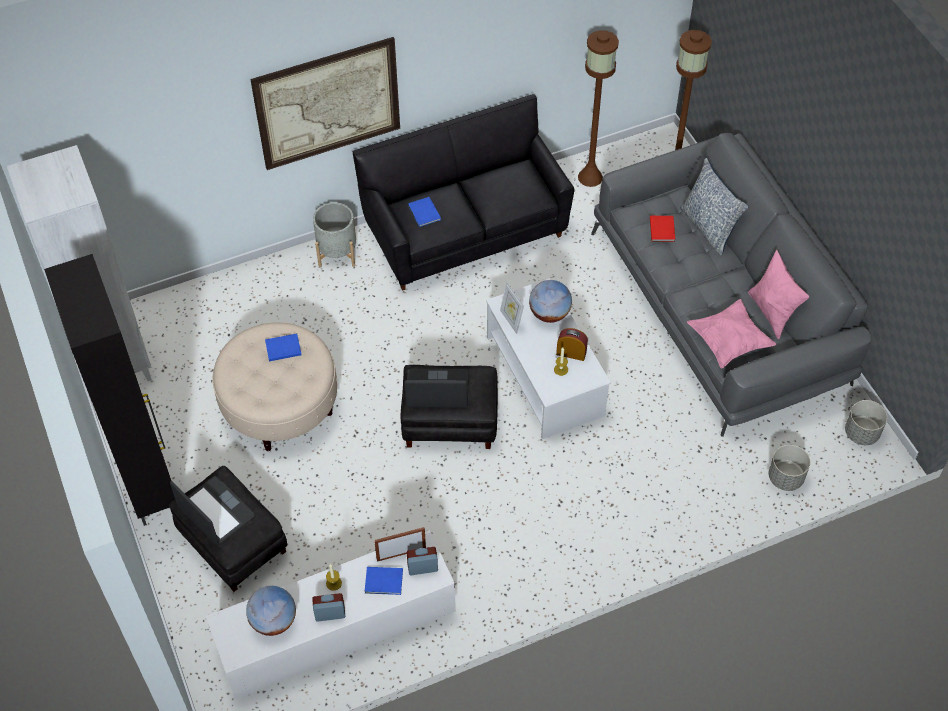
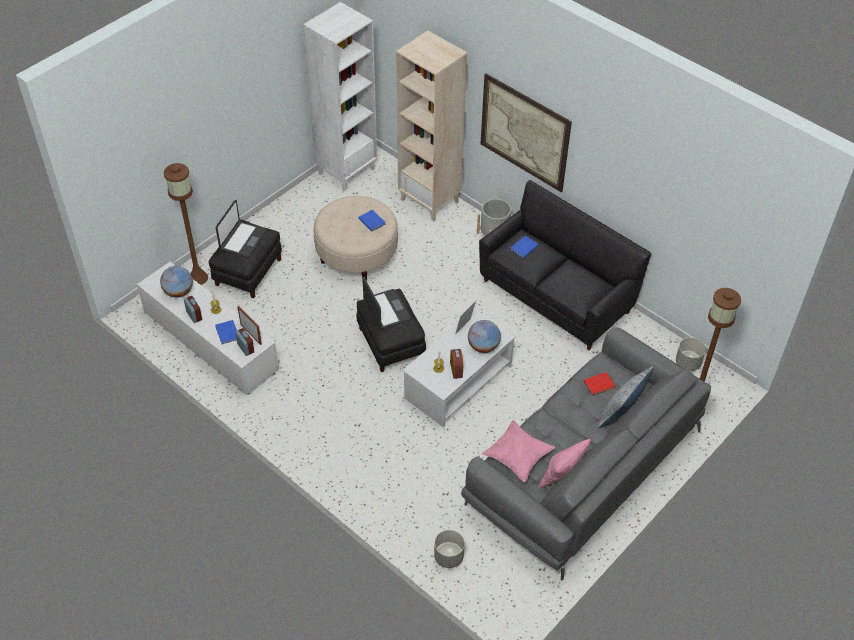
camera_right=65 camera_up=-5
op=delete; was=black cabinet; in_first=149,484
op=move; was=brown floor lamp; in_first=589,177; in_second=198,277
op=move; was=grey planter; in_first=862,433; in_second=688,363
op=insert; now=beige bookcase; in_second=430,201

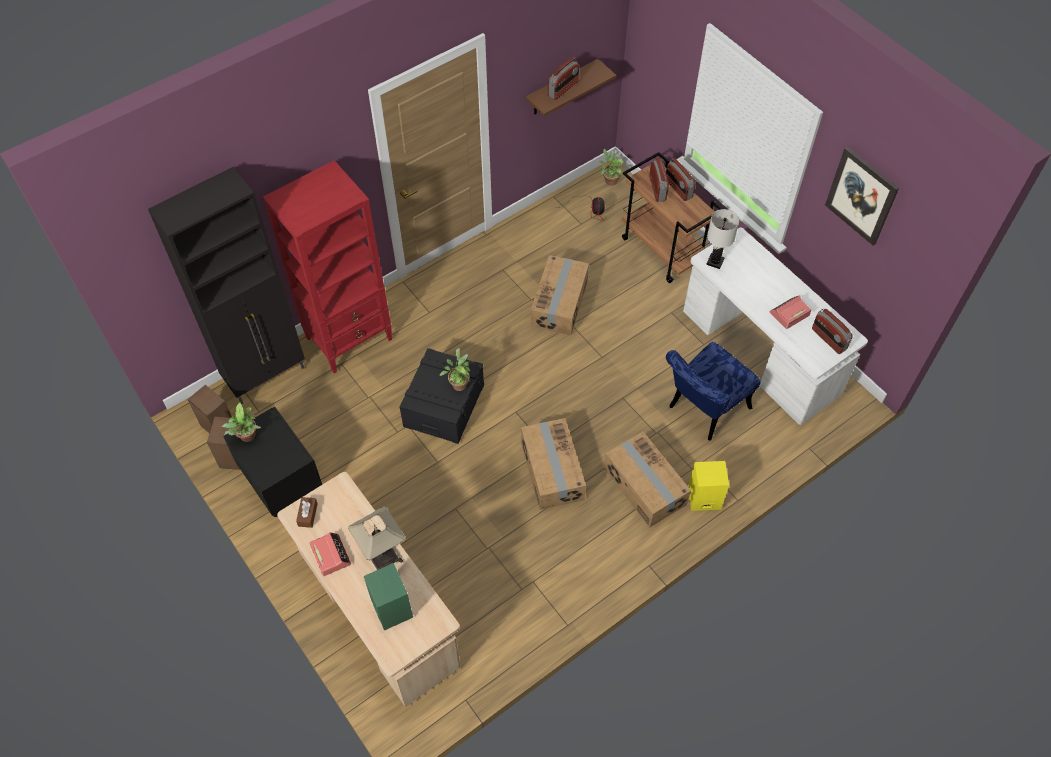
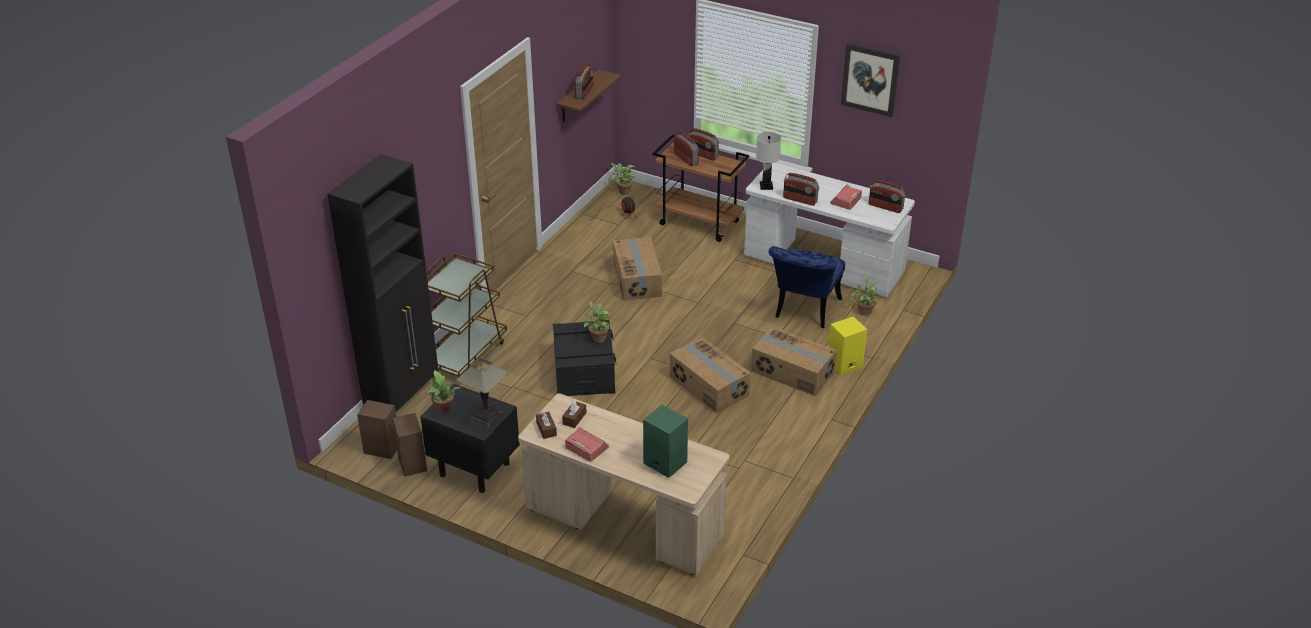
camera_right=-25 camera_up=-20
op=replace; was=red bookcase; now=brown cart; in_first=350,338; in_second=465,353
op=move; was=table lamp; in_first=383,557; in_second=486,416
op=insert; now=brown tissue box; in_second=574,418
op=insert; now=radio; in_second=800,200
op=insert; now=potted plant; in_second=864,311

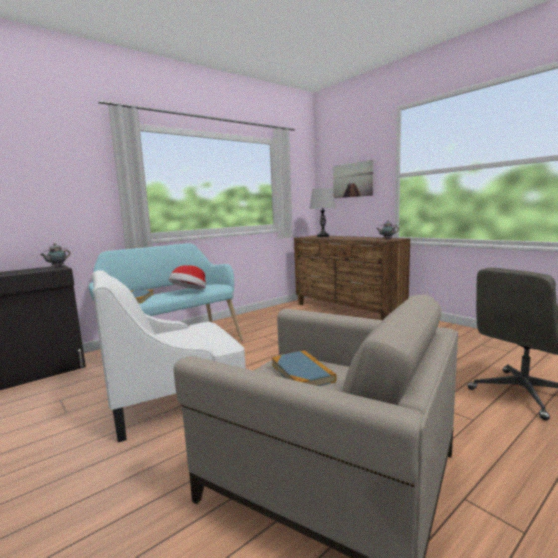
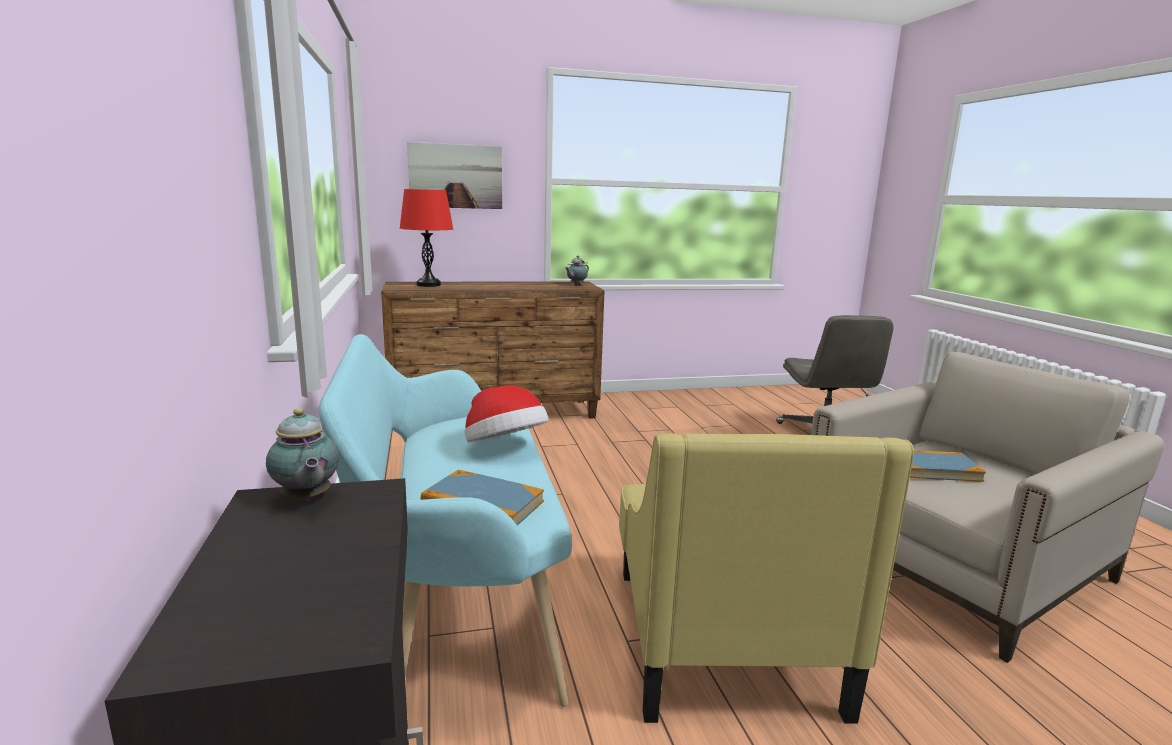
camera_right=-65 camera_up=5
op=recolor; was=white armchair; now=yellow armchair; in_first=175,399; in_second=721,636
op=recolor; was=grey table lamp; now=red table lamp; in_first=323,236; in_second=428,285

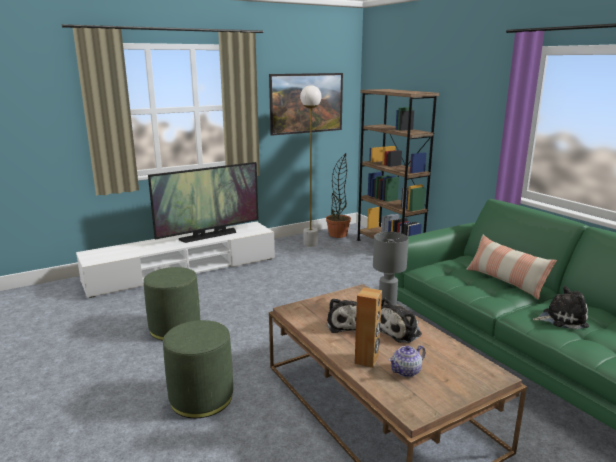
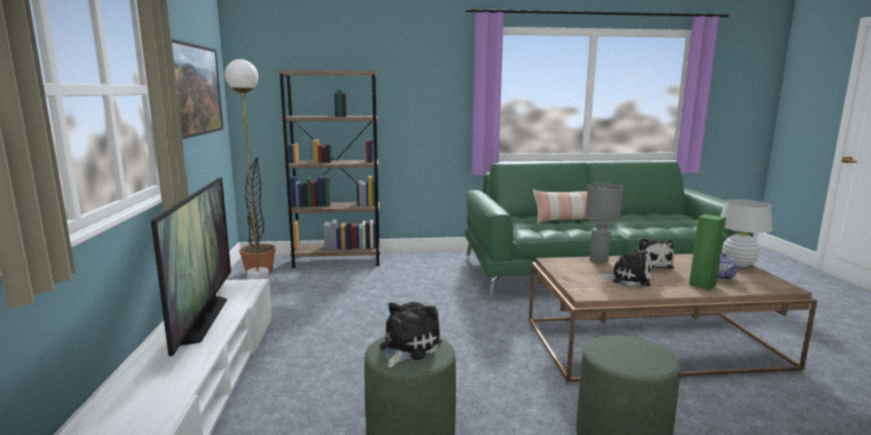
camera_right=-65 camera_up=-5
op=recolor; was=brown speaker; now=green speaker; in_first=367,360; in_second=702,285
op=move; was=plush toy; in_first=561,319; in_second=407,347
op=insert; now=white table lamp; in_second=738,264

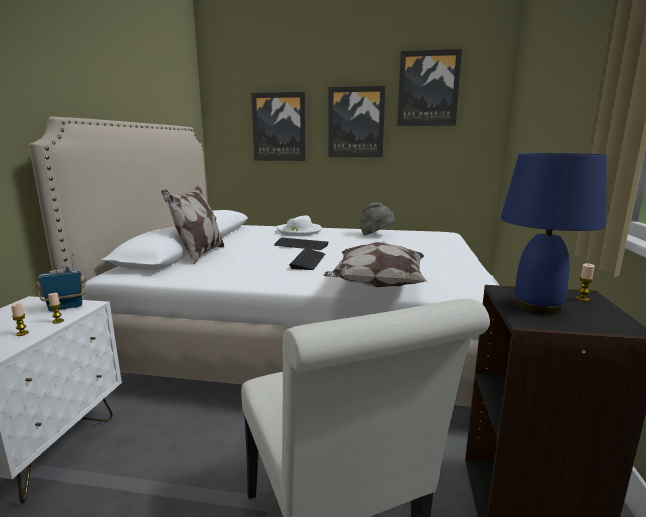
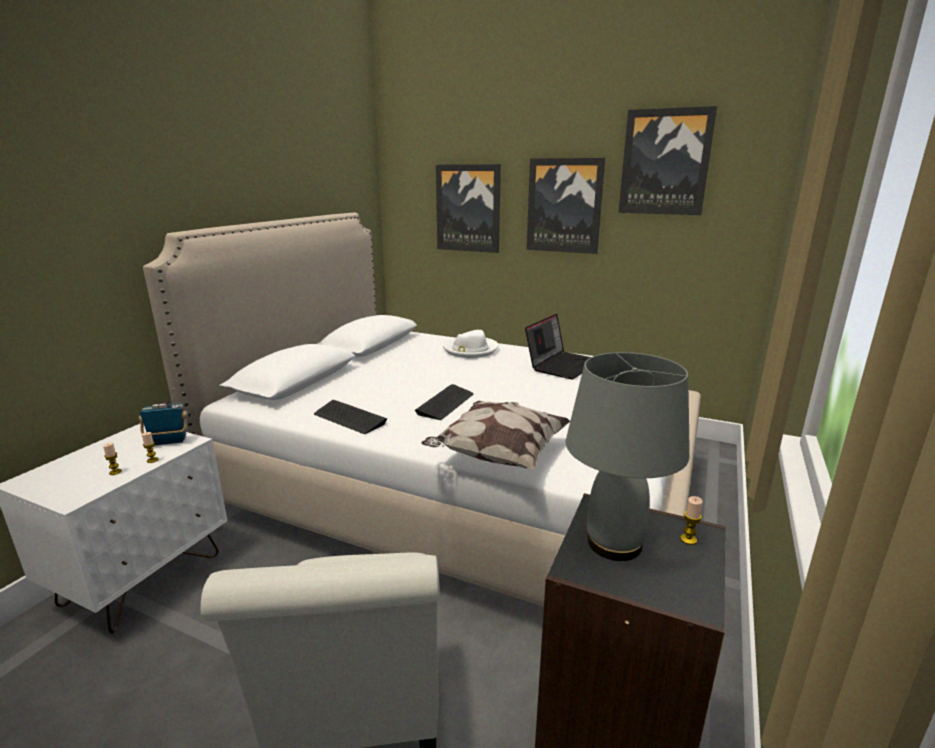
camera_right=15 camera_up=5
op=delete; was=pillow; in_first=199,254
op=move; was=keyboard; in_first=301,245; in_second=349,418
op=replace; was=grey hat; now=laptop; in_first=376,235; in_second=562,365
op=recolor; was=blue table lamp; now=grey table lamp; in_first=538,306; in_second=615,543

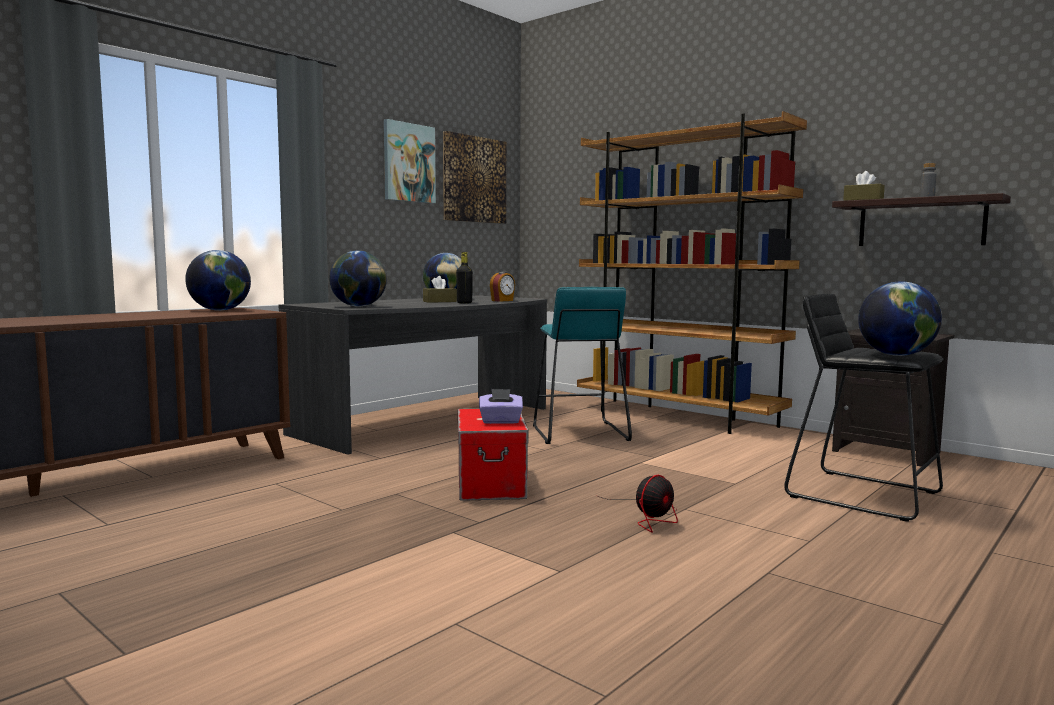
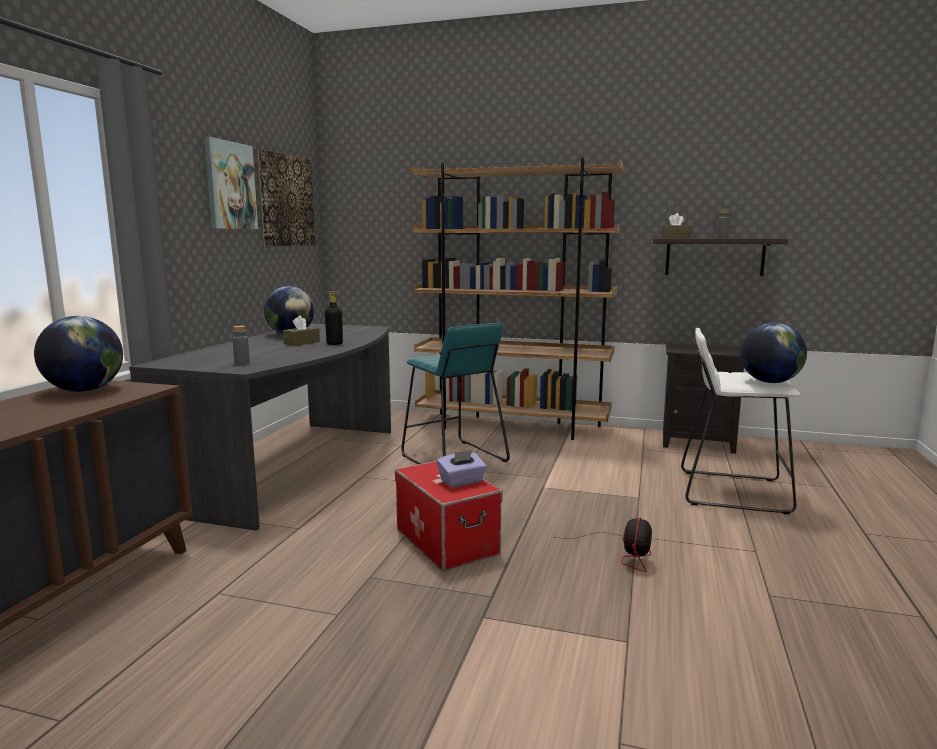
camera_right=-25 camera_up=5
op=replace; was=globe; now=grey bottle; in_first=359,306; in_second=242,363
op=delete; was=alarm clock; in_first=502,301
op=recolor; was=black stool; now=white stool; in_first=863,494; in_second=732,491

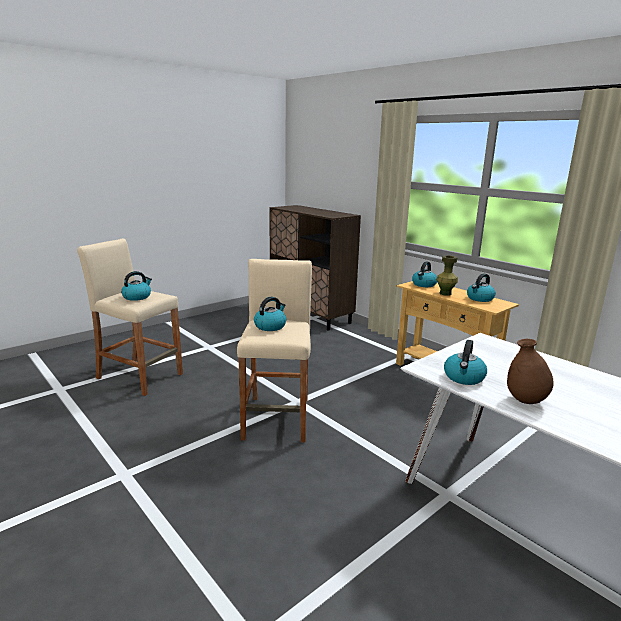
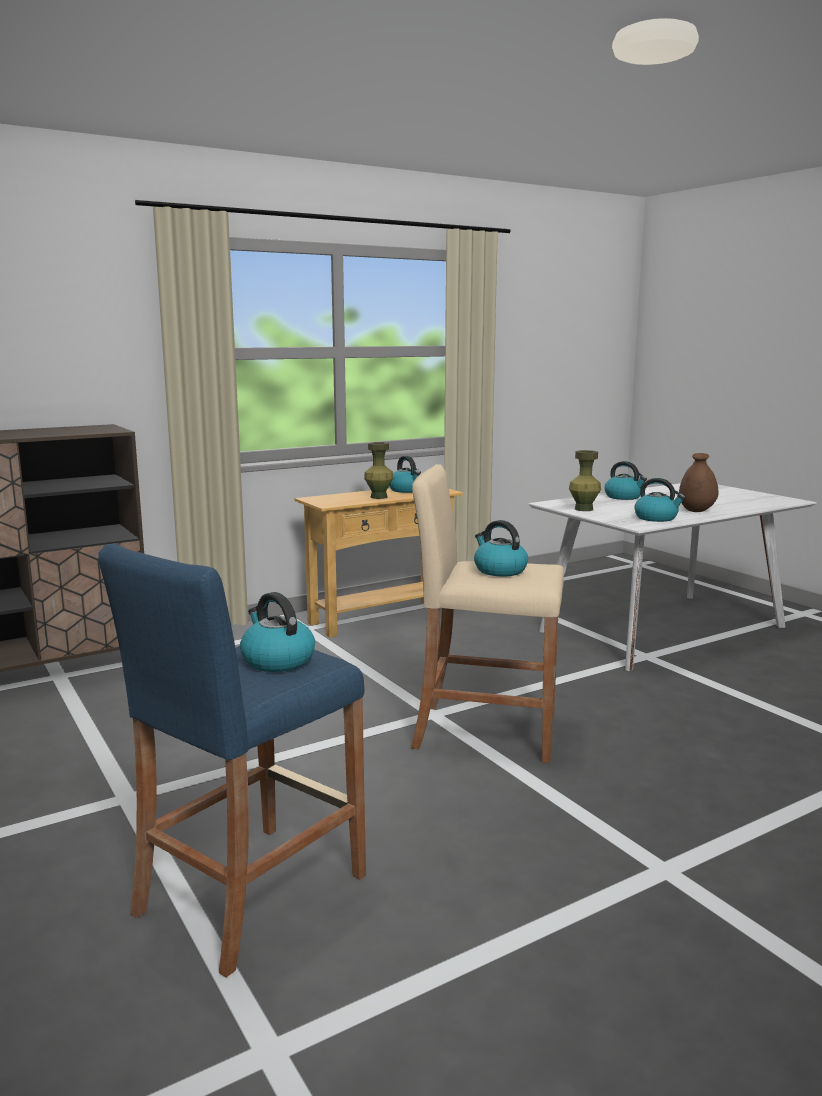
camera_right=-80 camera_up=-5
op=recolor; was=beige stool; now=blue stool; in_first=140,376; in_second=251,893
op=move; was=kettle; in_first=424,284; in_second=624,497
op=insert; now=green vase; in_second=583,509

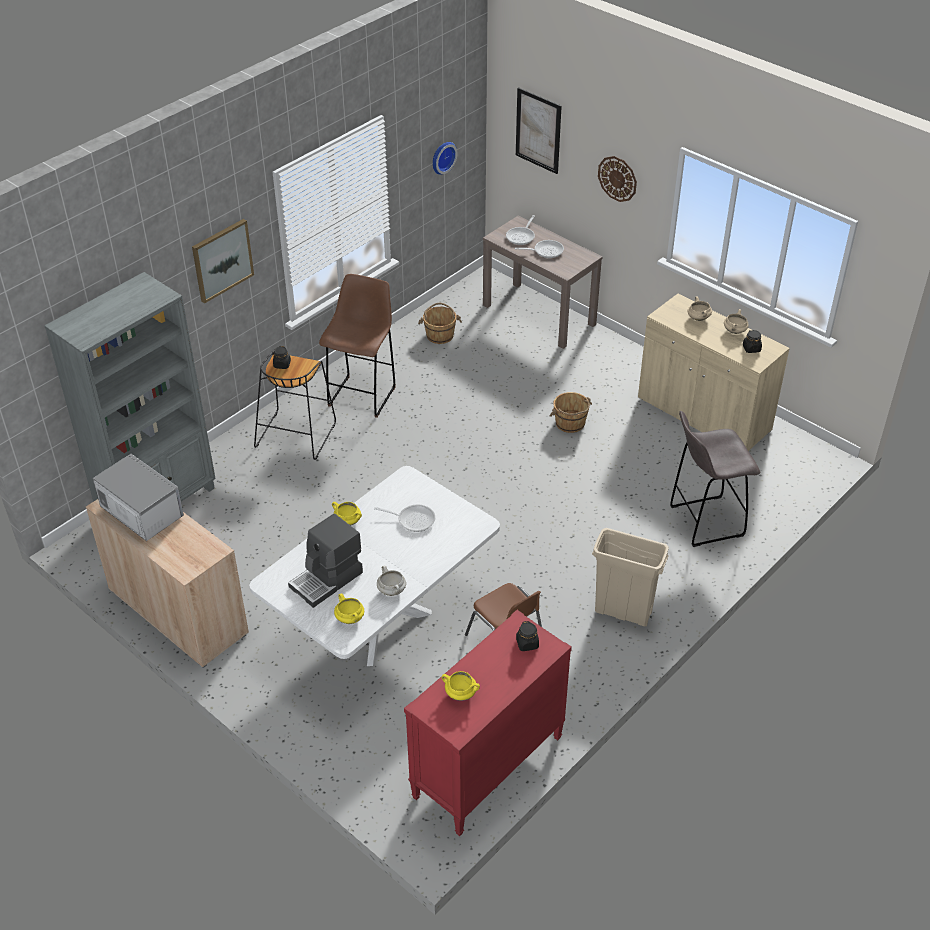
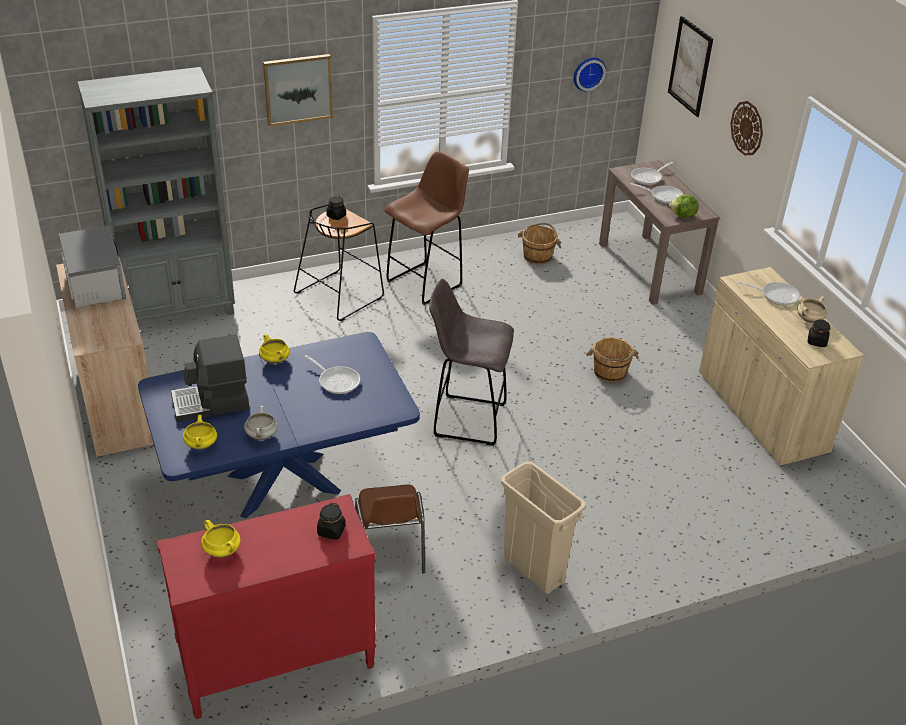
camera_right=25 camera_up=-5
op=recolor; was=white dining table; now=blue dining table; in_first=381,624; in_second=284,484
op=move; was=grey stool; in_first=704,521; in_second=467,419
op=replace; was=beige cooking pot; now=frying pan; in_first=698,318; in_second=776,295
op=insert; now=lettuce; in_second=683,216

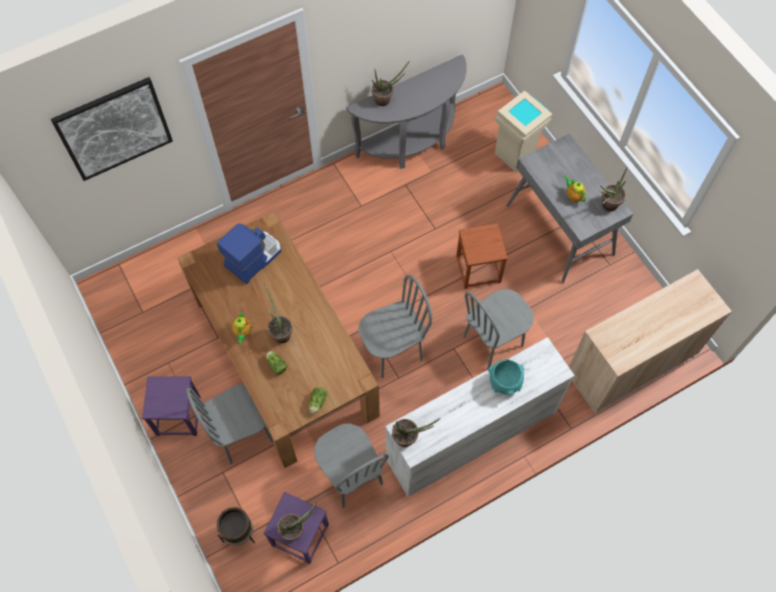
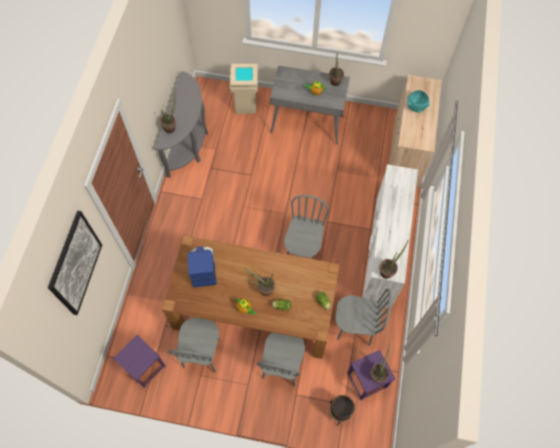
camera_right=-50 camera_up=0
op=move; was=purple stool; in_first=178,416; in_second=144,367
op=delete; was=brown stool; in_first=478,269
op=move; was=grey chair; in_first=493,342; in_second=202,353
op=move; was=turquoise bowl; in_first=504,382; in_second=416,107

